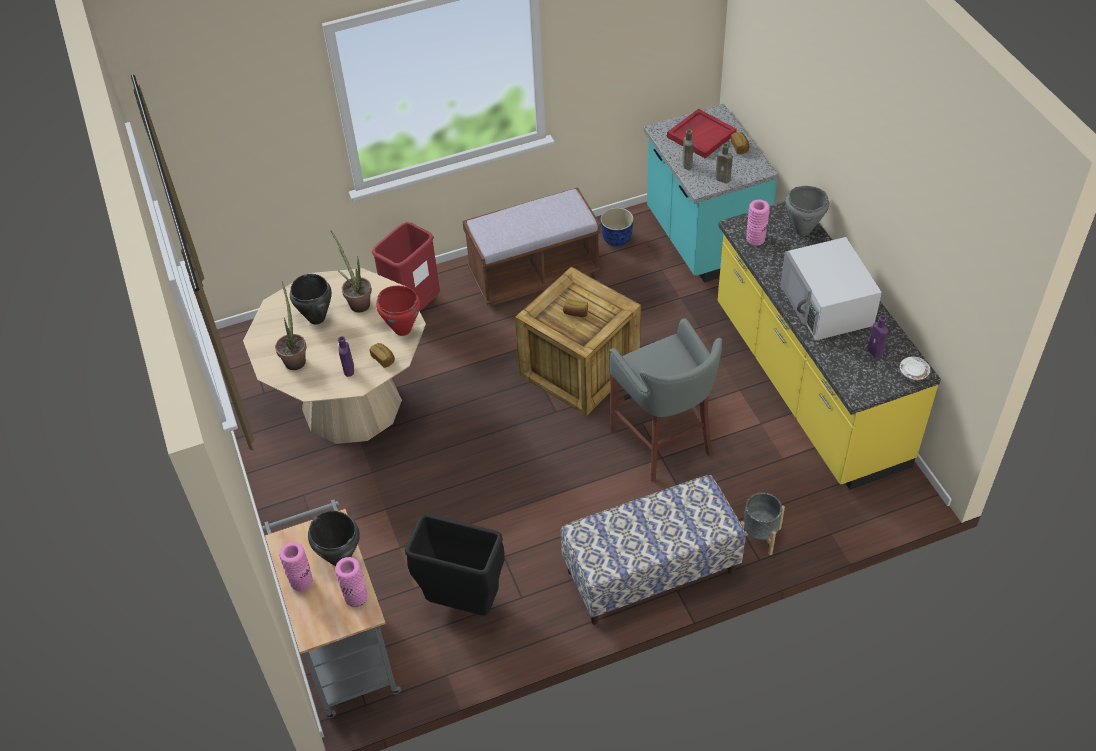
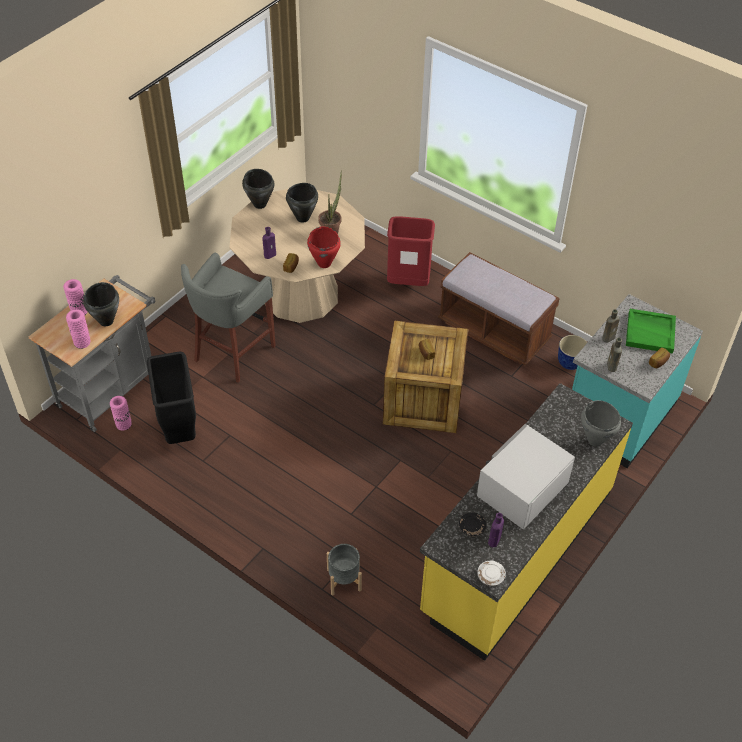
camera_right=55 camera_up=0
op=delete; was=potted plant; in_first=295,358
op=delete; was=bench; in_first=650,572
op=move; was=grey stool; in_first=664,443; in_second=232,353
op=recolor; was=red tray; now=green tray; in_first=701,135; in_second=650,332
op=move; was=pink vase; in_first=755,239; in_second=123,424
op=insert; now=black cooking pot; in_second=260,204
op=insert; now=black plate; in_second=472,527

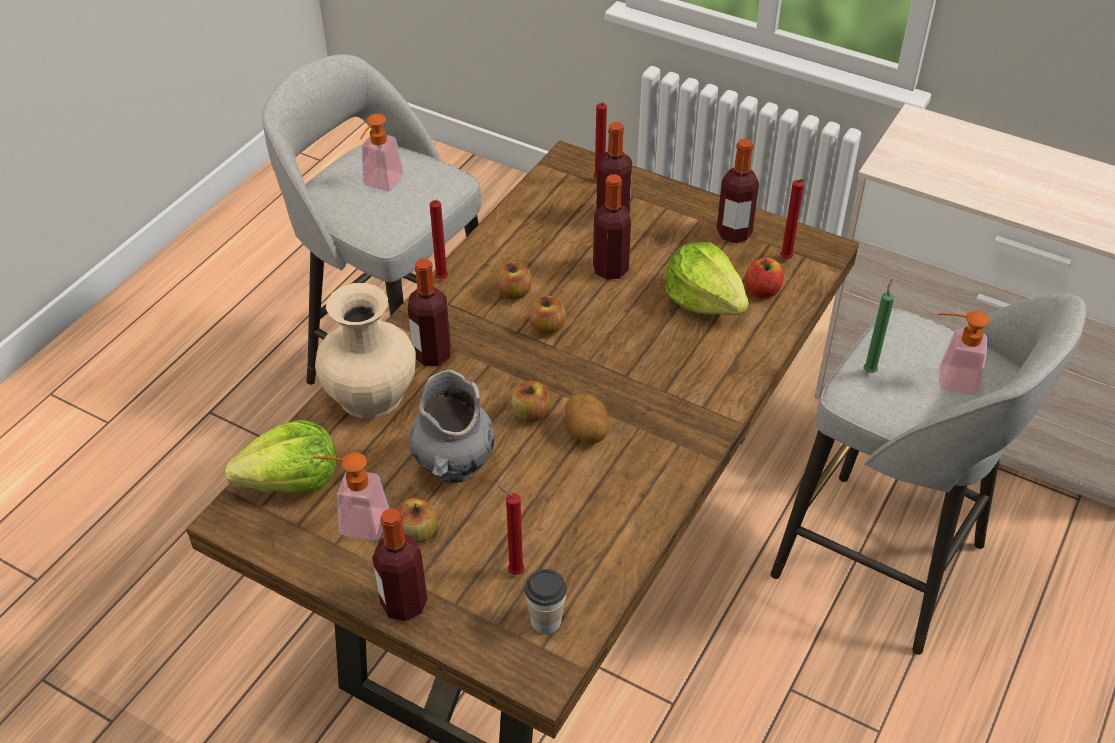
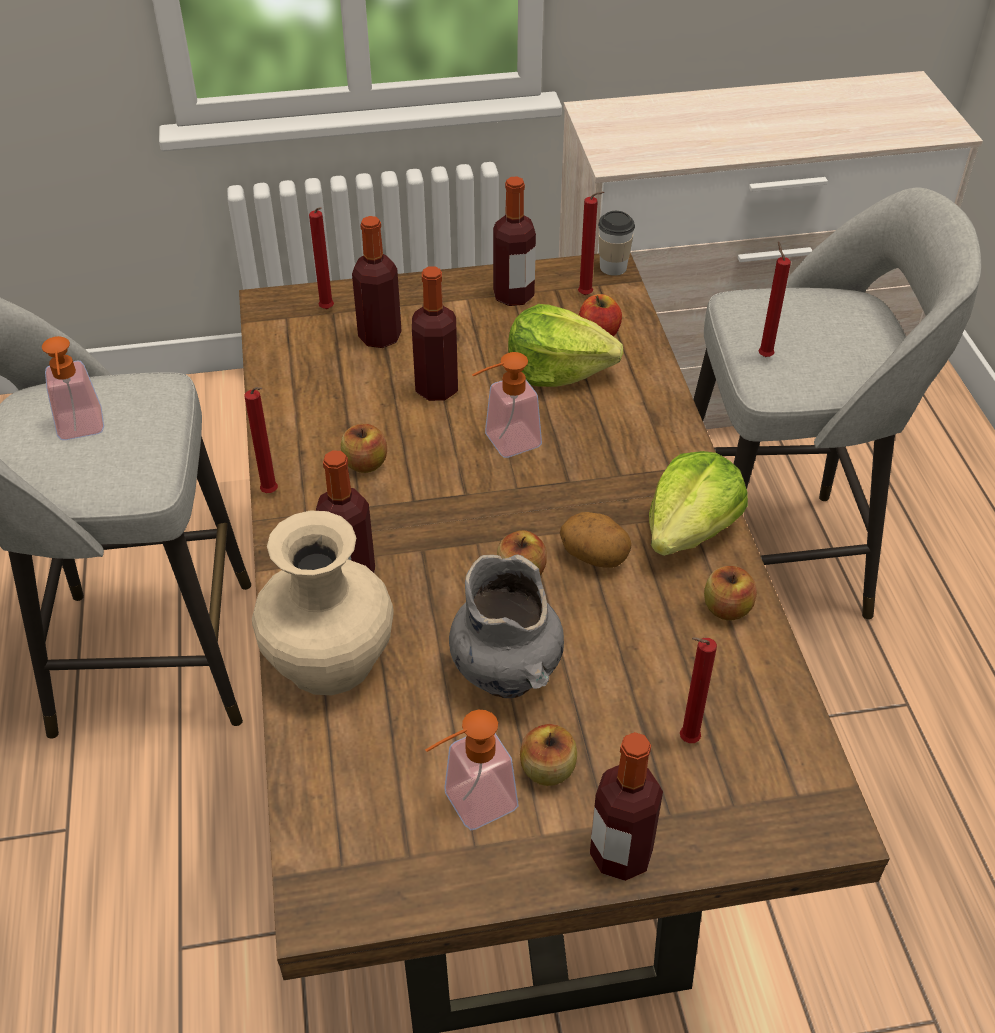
camera_right=-40 camera_up=0
op=move; was=lettuce; in_first=292,481; in_second=690,530
op=move; was=cup; in_first=546,620; in_second=613,267
op=move; was=apple; in_first=547,327; in_second=727,608
op=recolor; was=green candle; now=red candle; in_first=870,370; in_second=764,355
op=move; was=soap dispenser; in_first=949,379; in_second=504,443

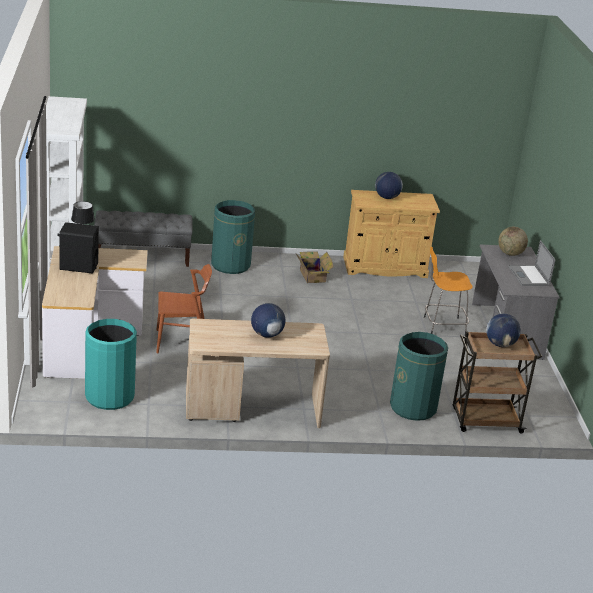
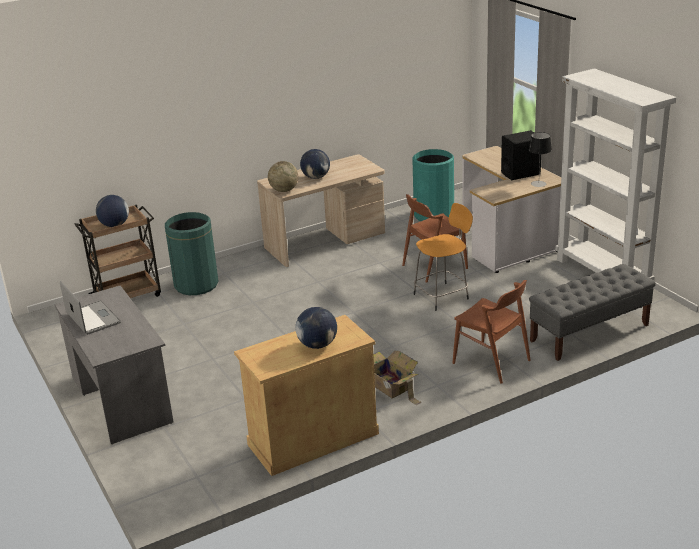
camera_right=160 camera_up=0
op=replace; was=green trash can; now=brown chair; in_first=230,265; in_second=491,361
op=move; was=orange stool; in_first=442,326; in_second=442,296
op=move; was=globe; in_first=510,254; in_second=284,190

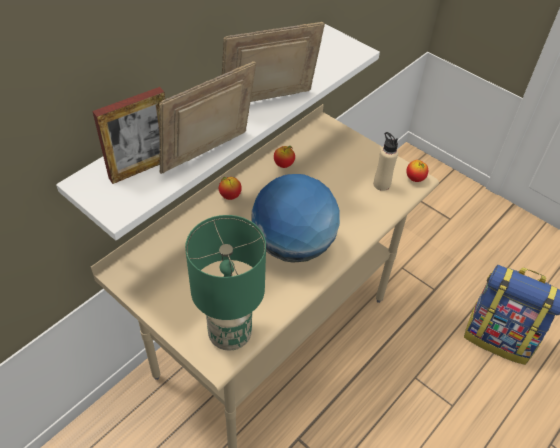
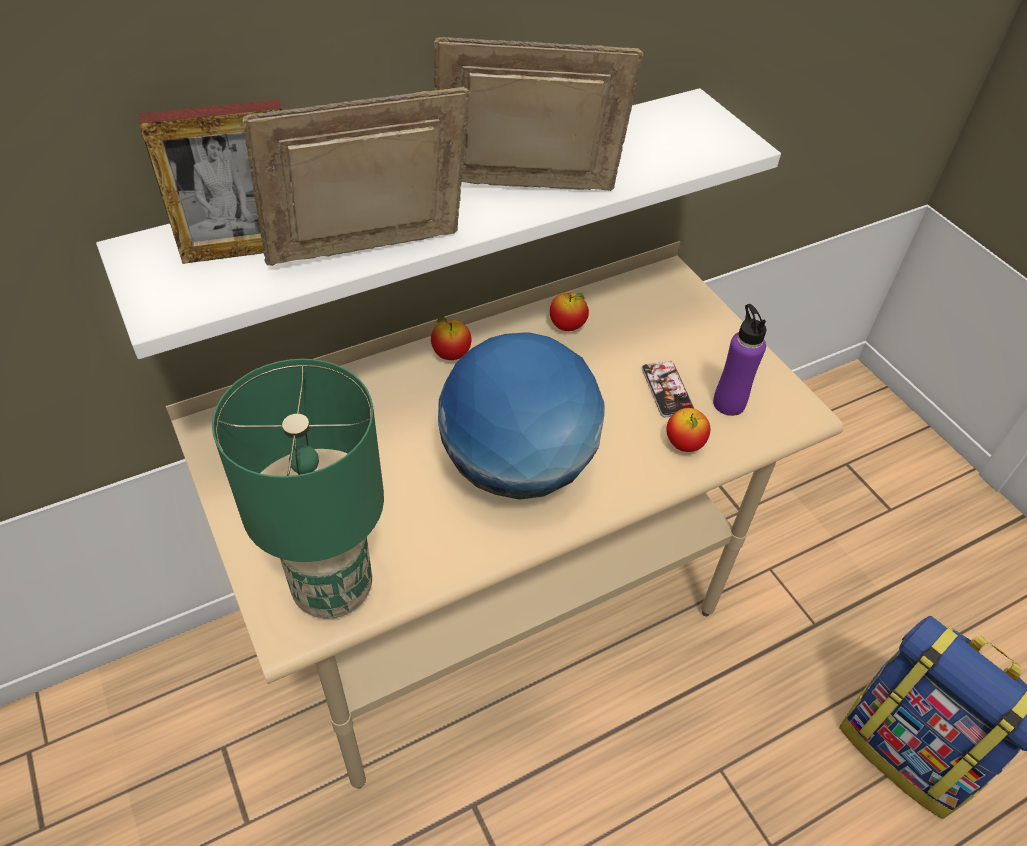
camera_right=20 camera_up=0
op=recolor; was=beige bottle; now=purple bottle; in_first=381,184; in_second=729,403
op=move; was=apple; in_first=415,179; in_second=684,444
op=insert; now=phone; in_second=667,390

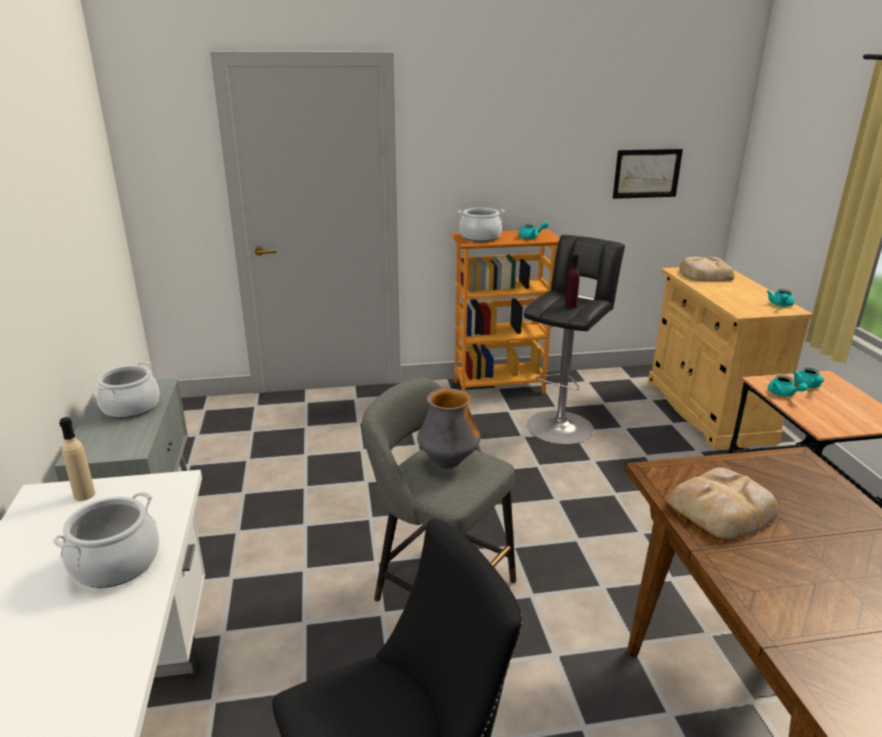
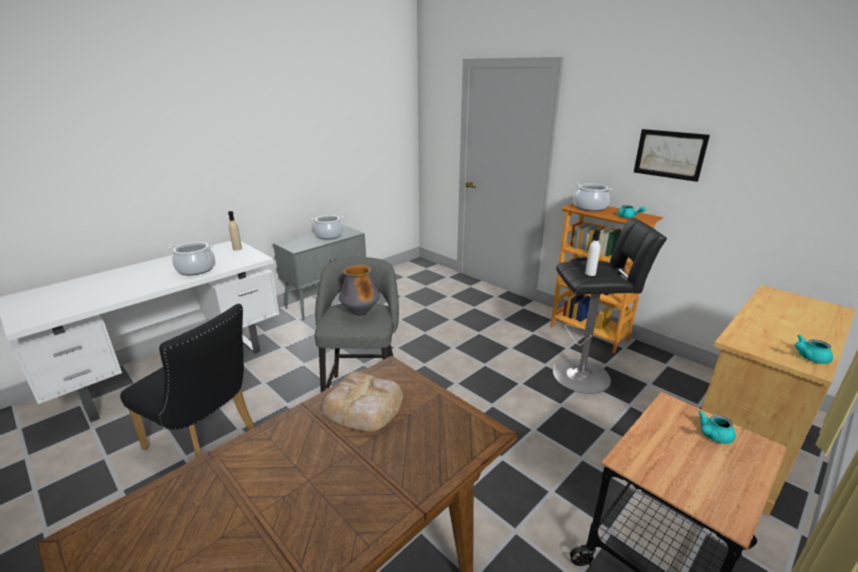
camera_right=55 camera_up=0
op=recolor; was=purple bottle; now=white bottle; in_first=570,306; in_second=590,273
op=move; was=picture; in_first=646,173; in_second=669,154
op=delete; was=bread; in_first=704,274
op=delete; was=turquoise teapot; in_first=783,394

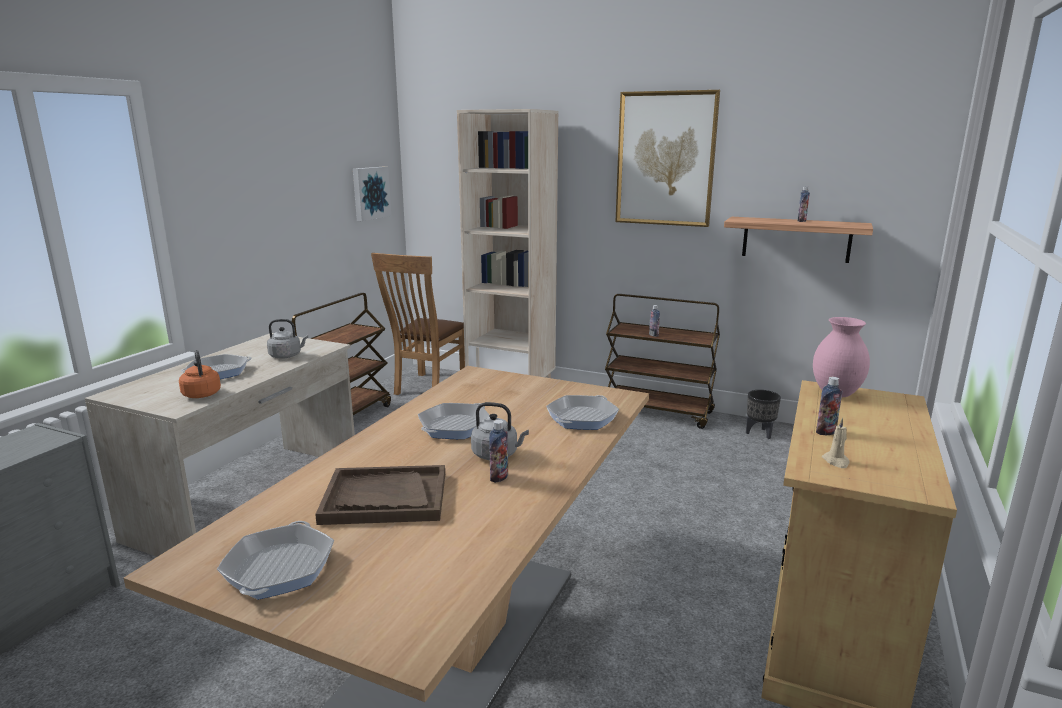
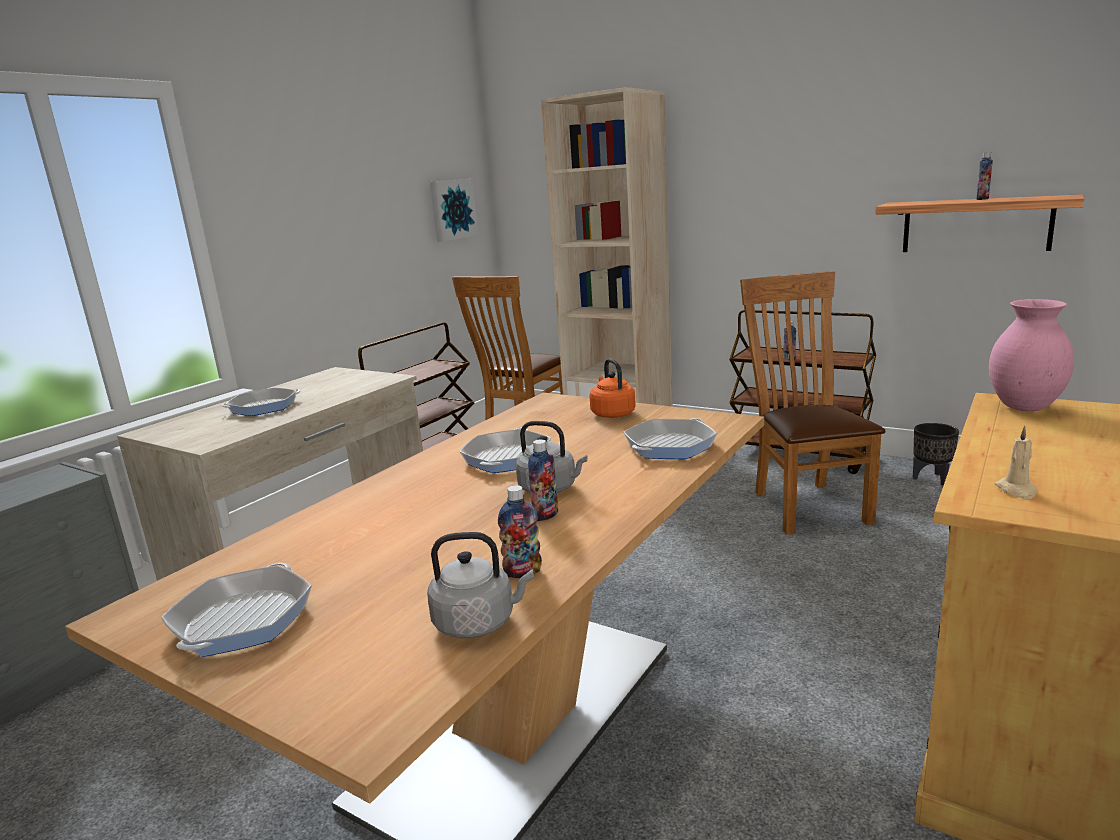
camera_right=10 camera_up=0
op=move; was=orange kettle; in_first=201,394; in_second=612,413
op=move; was=grey kettle; in_first=287,356; in_second=479,623
op=delete; was=brown tray; in_first=384,498
op=rotate; was=frying pan; in_first=454,426; in_second=507,458; clockwise=150
op=delete; was=picture; in_first=665,159
op=move; was=bottle; in_first=826,432; in_second=523,572
op=insert; now=brown chair; in_second=805,504

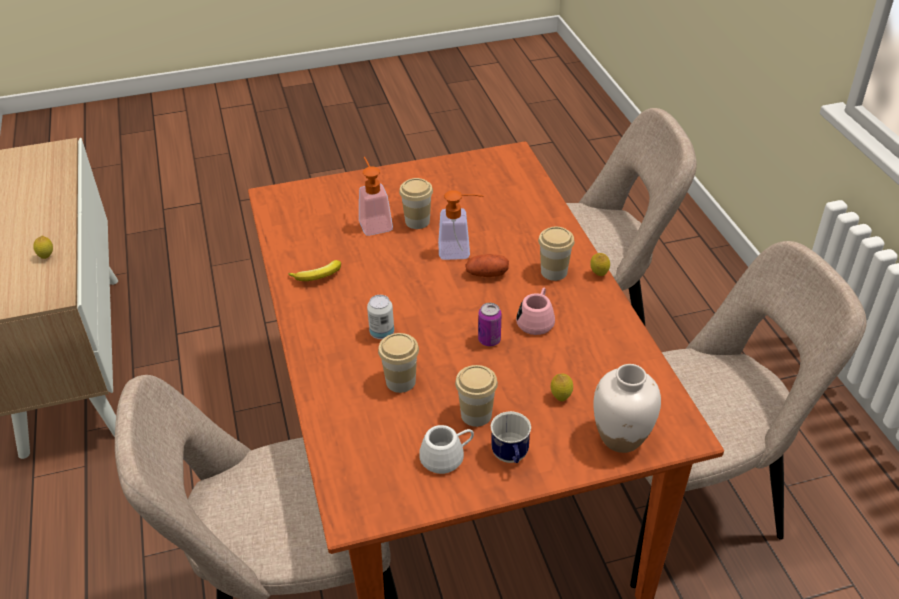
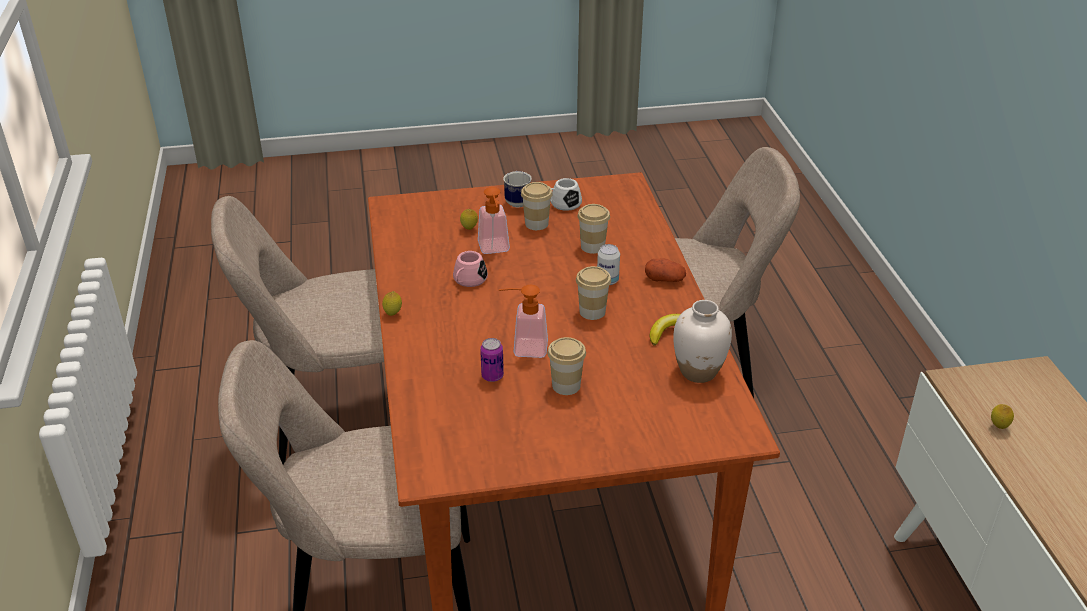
camera_right=-175 camera_up=-5
op=move; was=soap dispenser; in_first=374,222; in_second=494,250
op=move; was=potato; in_first=487,274; in_second=664,279
op=move; was=can; in_first=489,340; in_second=492,376
op=move; was=cup; in_first=554,272; in_second=592,312
op=move; was=white vase; in_first=621,438; in_second=698,371

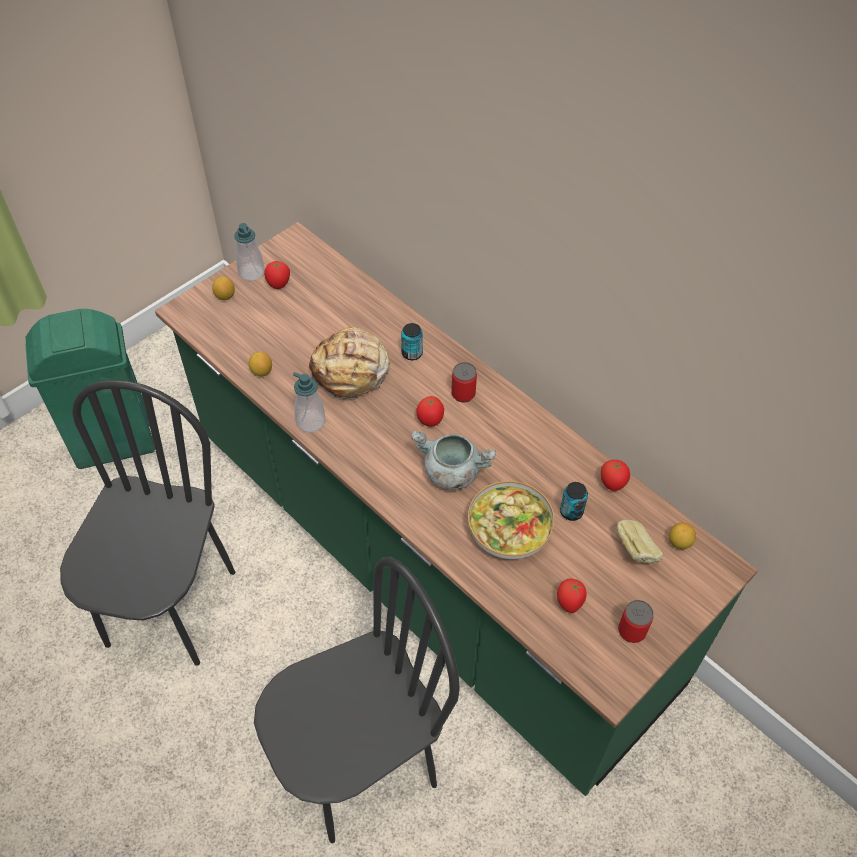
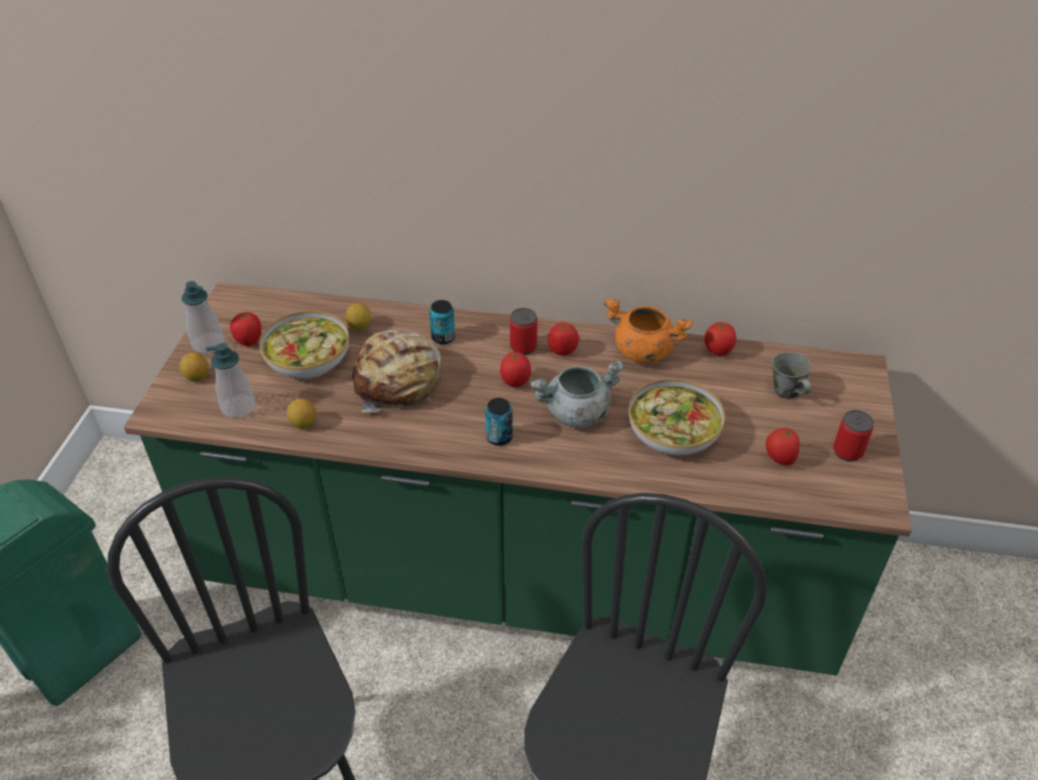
camera_right=-35 camera_up=-10
op=move; was=soap dispenser; in_first=310,421; in_second=238,407
op=move; was=can; in_first=571,511; in_second=499,437
op=replace; was=bread; now=grey mug; in_first=635,551; in_second=787,392
op=move; was=lemon; in_first=679,542; in_second=359,326
op=insert; now=bowl; in_second=307,359
op=insert; now=tomato; in_second=562,351
op=insert; now=orange cooking pot; in_second=642,351

